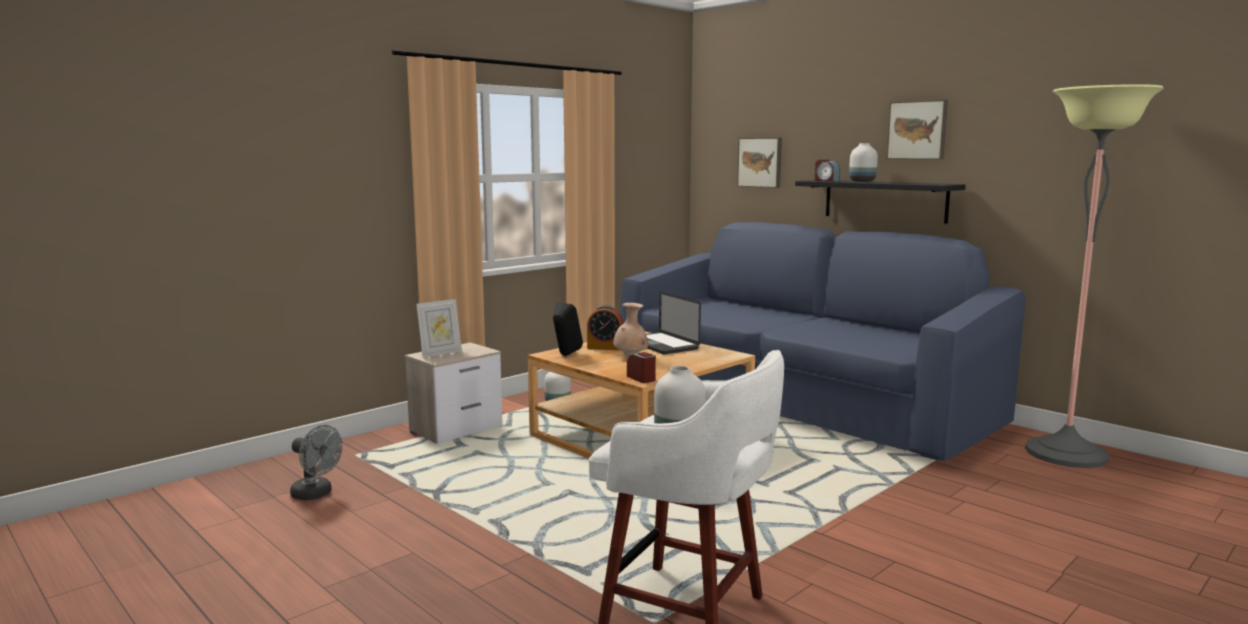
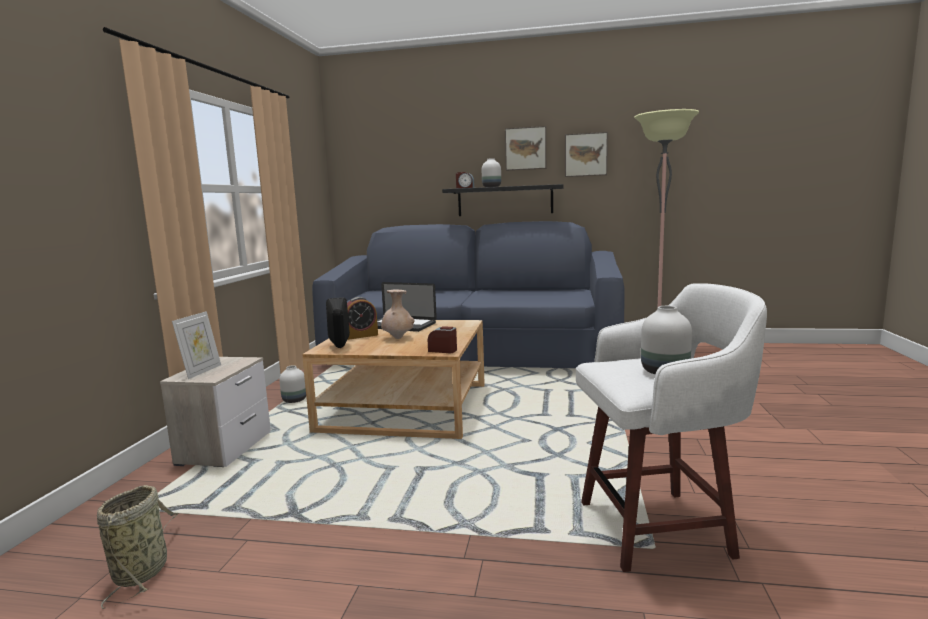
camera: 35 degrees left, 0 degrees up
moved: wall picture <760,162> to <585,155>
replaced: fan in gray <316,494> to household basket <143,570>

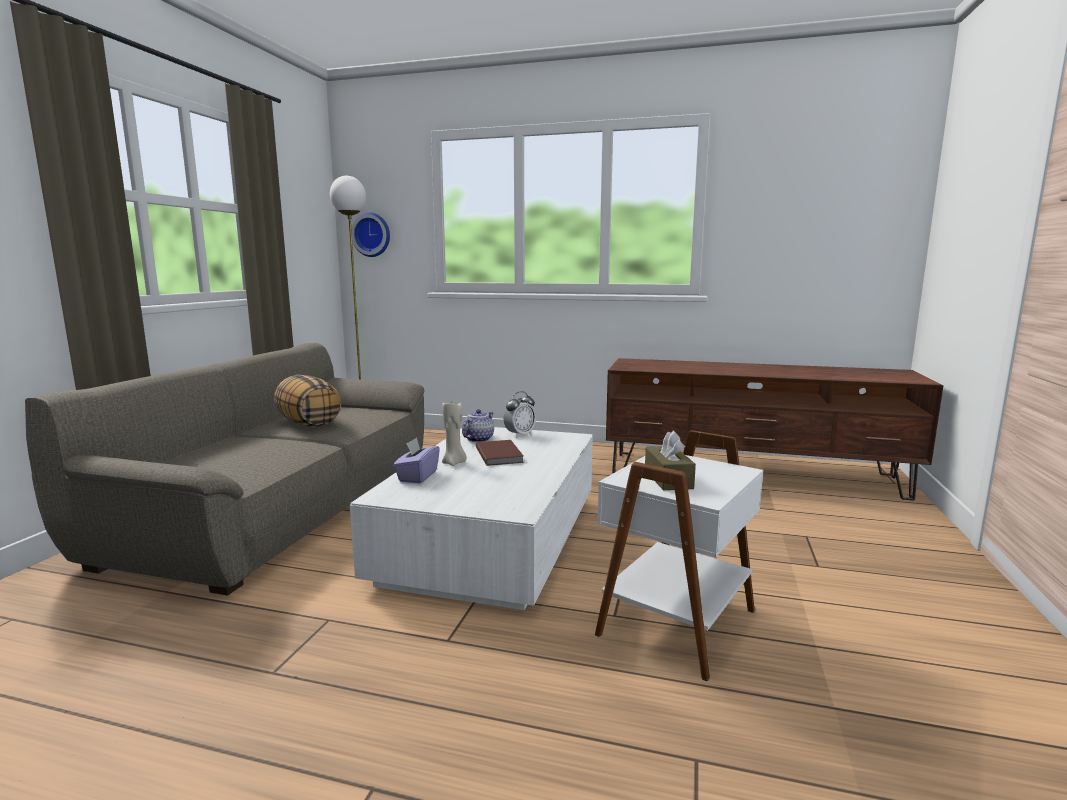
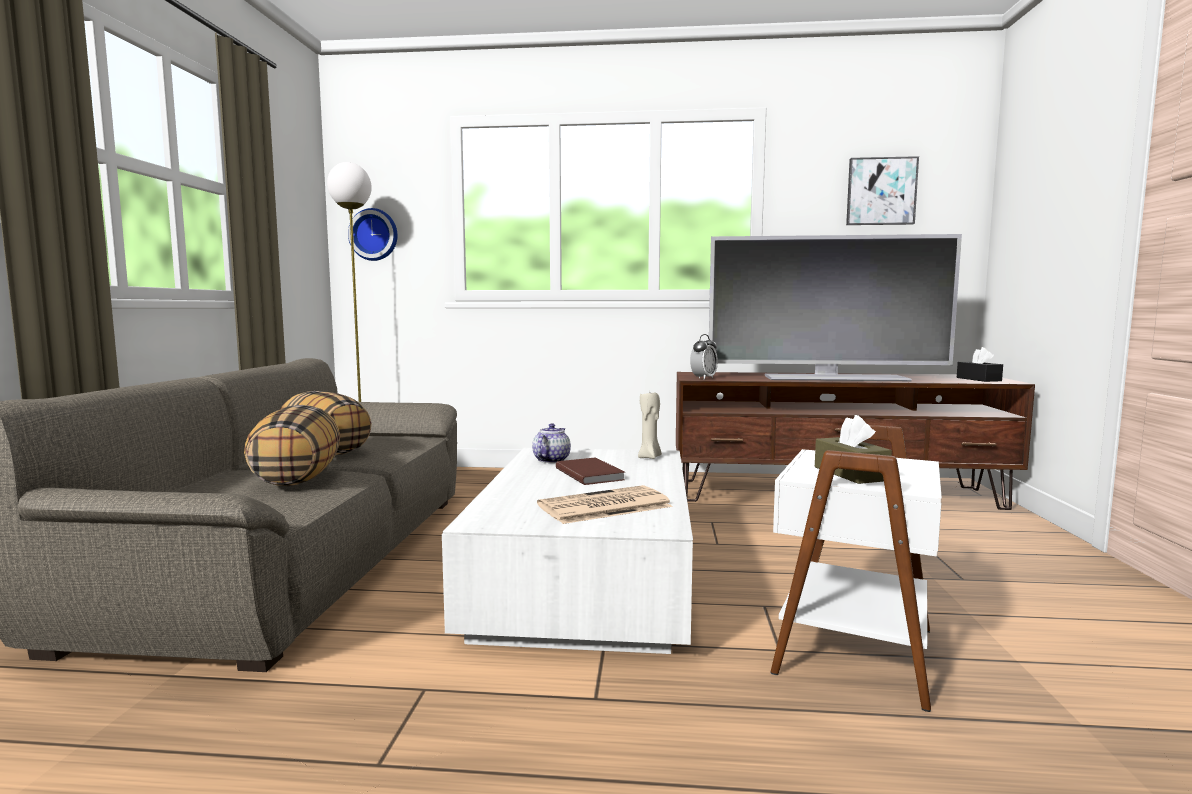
camera: 10 degrees left, 5 degrees down
removed: box of tissues in purple-coloured <417,476>
added: pillow <296,479>; newspaper <603,506>; TV set <833,378>; wall picture <880,192>; box of tissues in black <978,379>
moved: wax candle in beige-coloured <454,463> to <650,457>; alarm clock <520,434> to <703,378>

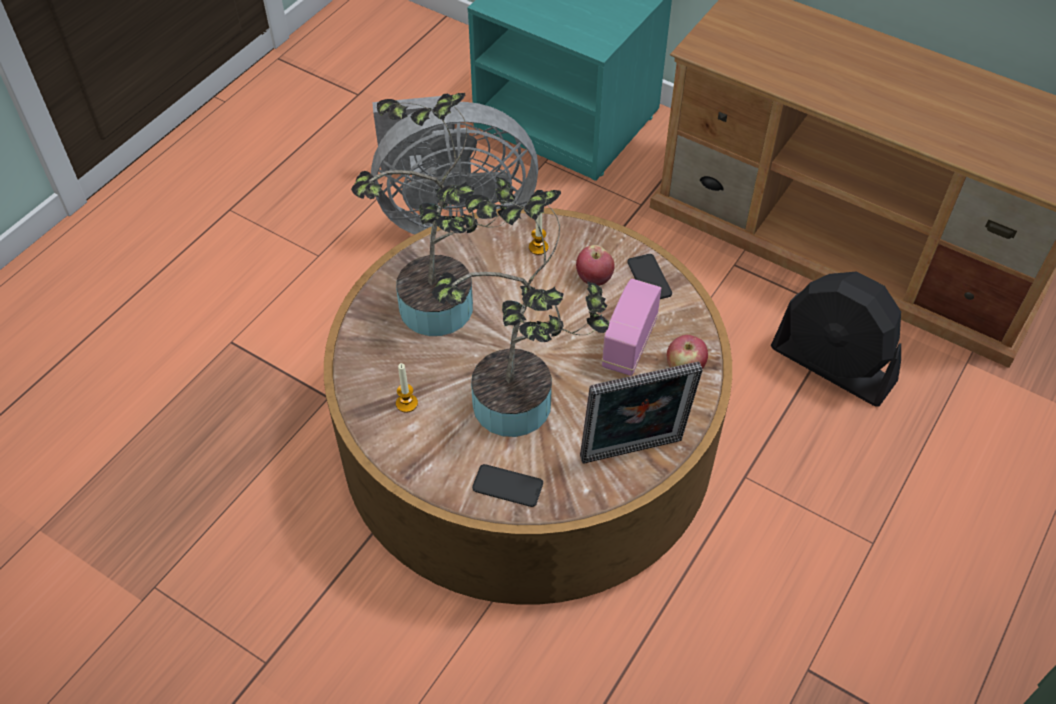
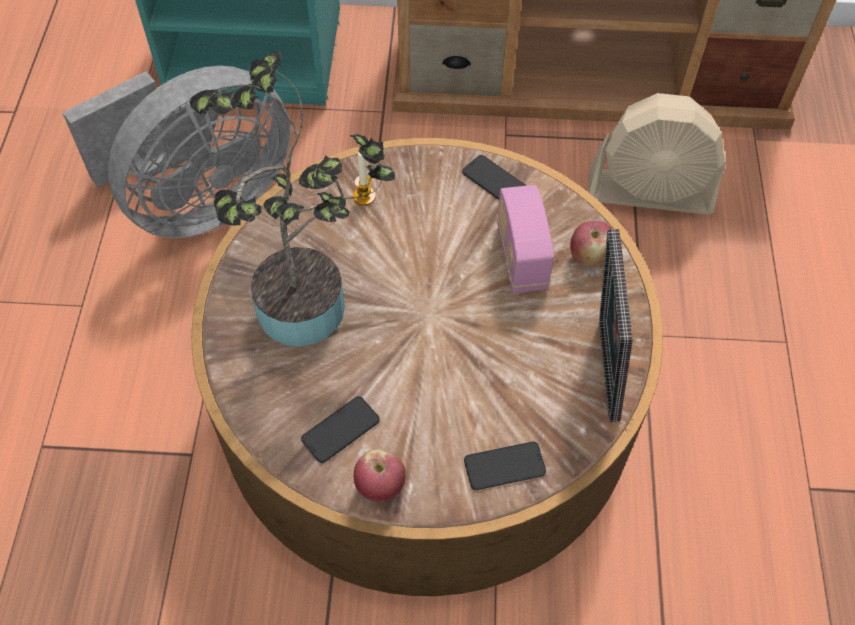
camera: 30 degrees left, 5 degrees up
removed: plant in a pot <522,405>
moved: whole apple <594,279> to <380,487>
replaced: wax candle <406,403> to phone <340,430>
recoloured: fan in black <833,365> to fan in beige-coloured <650,192>
turned: standing frame <633,454> = <601,369> 135 degrees clockwise

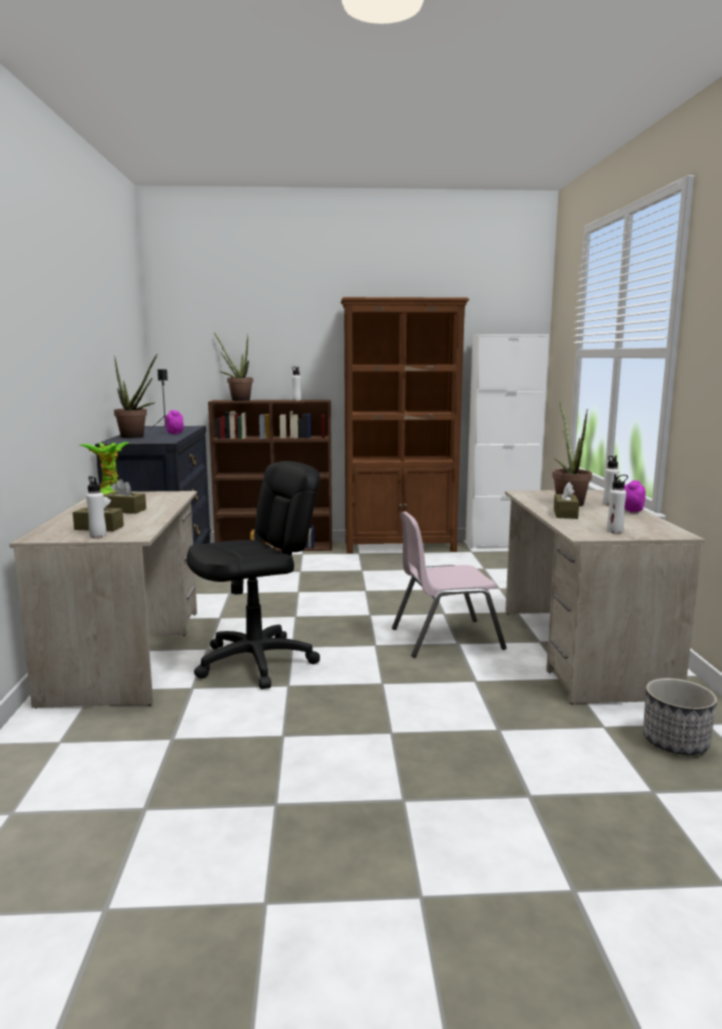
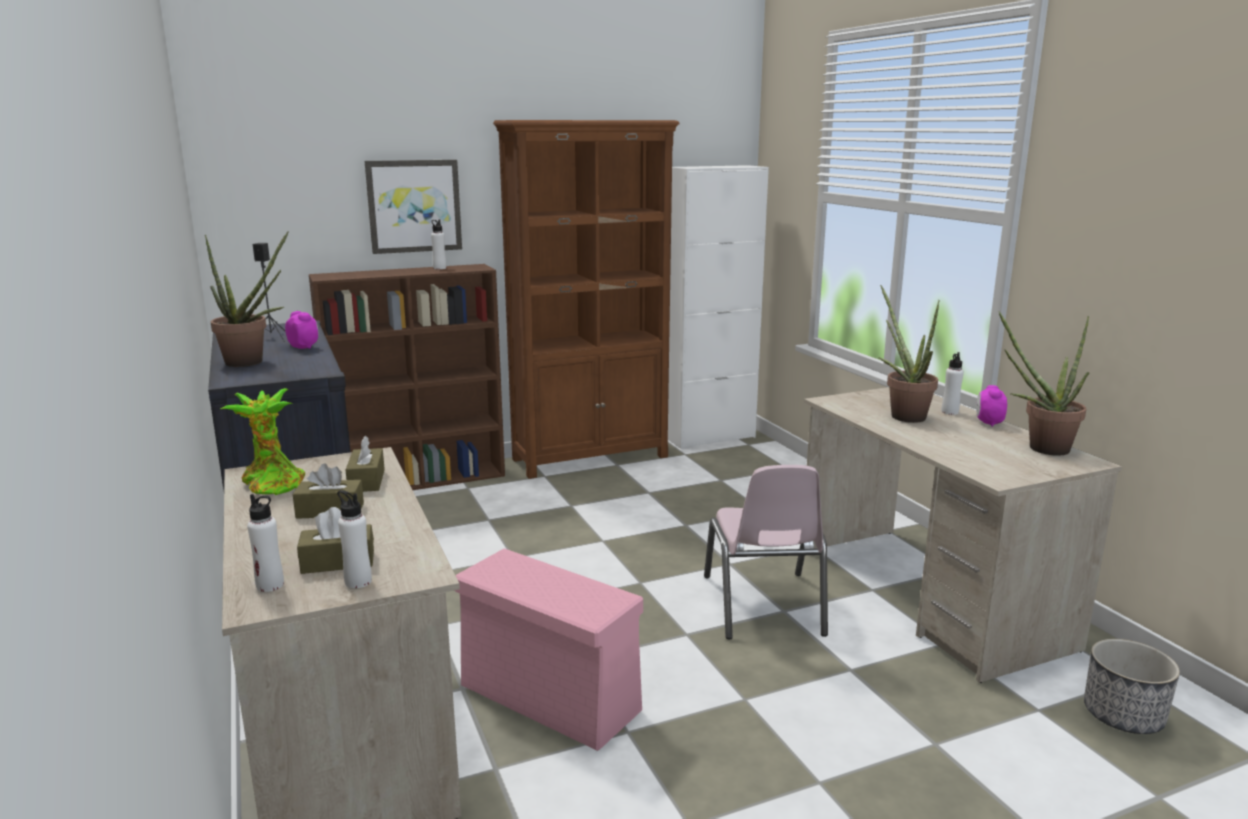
camera: 20 degrees left, 5 degrees up
added: wall picture <414,206>
moved: plant in a pot <237,400> to <1039,448>; box of tissues in brown-coloured <565,514> to <366,481>; beverage bottle in whitish <614,531> to <270,585>
replaced: desk chair in black <256,662> to storage box in pink <552,699>
turned: upright chair in pink <445,638> = <763,605> 60 degrees counterclockwise

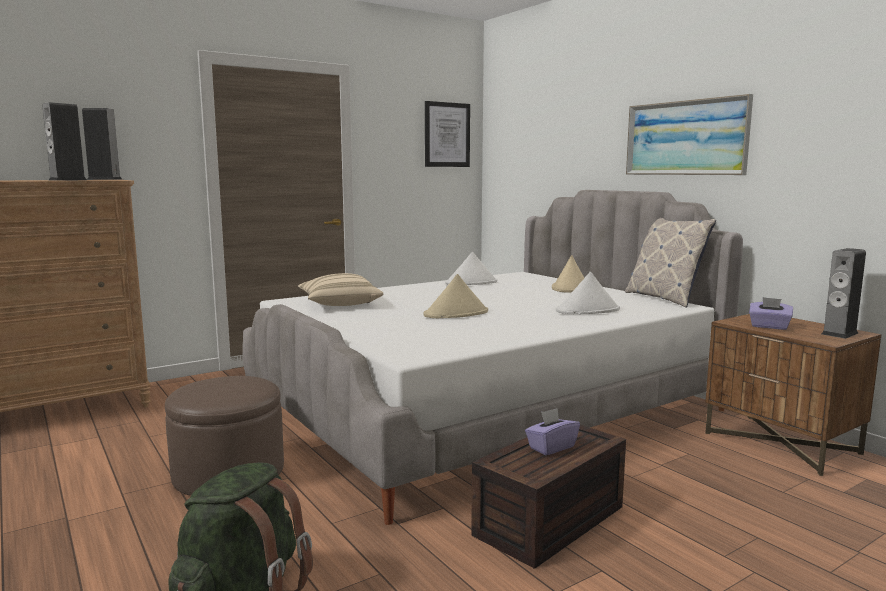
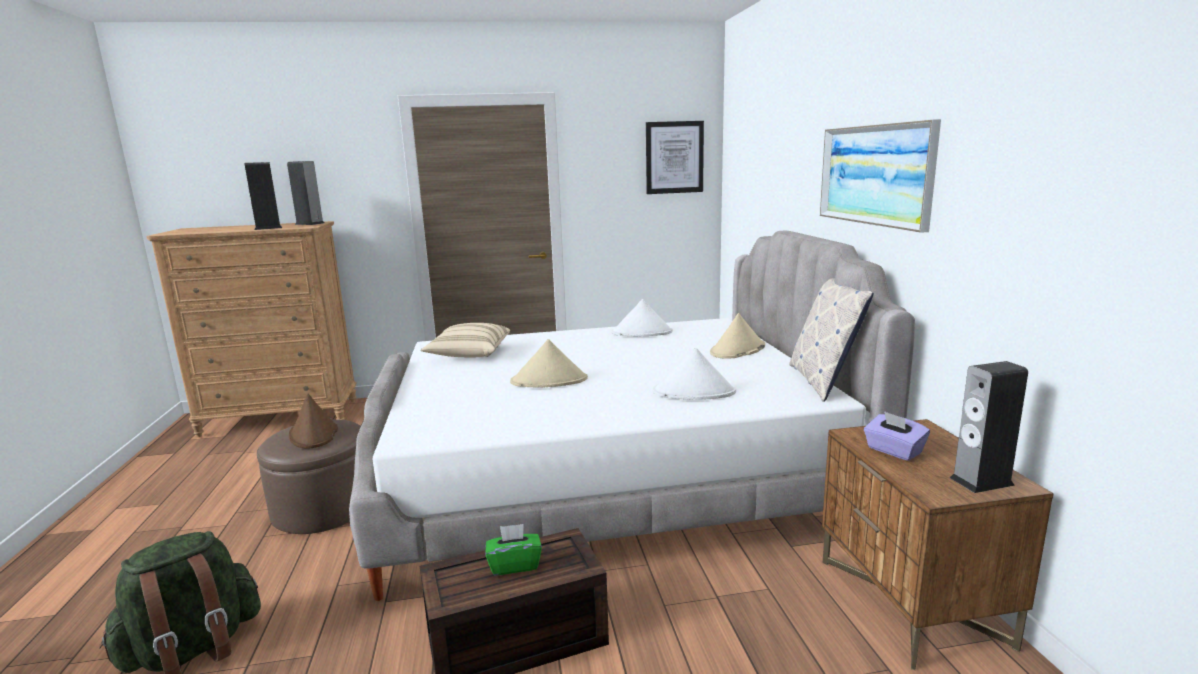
camera: 25 degrees right, 5 degrees up
added: hat in brown-coloured <314,433>
recoloured: box of tissues in purple-coloured <551,447> to box of tissues in green <514,565>

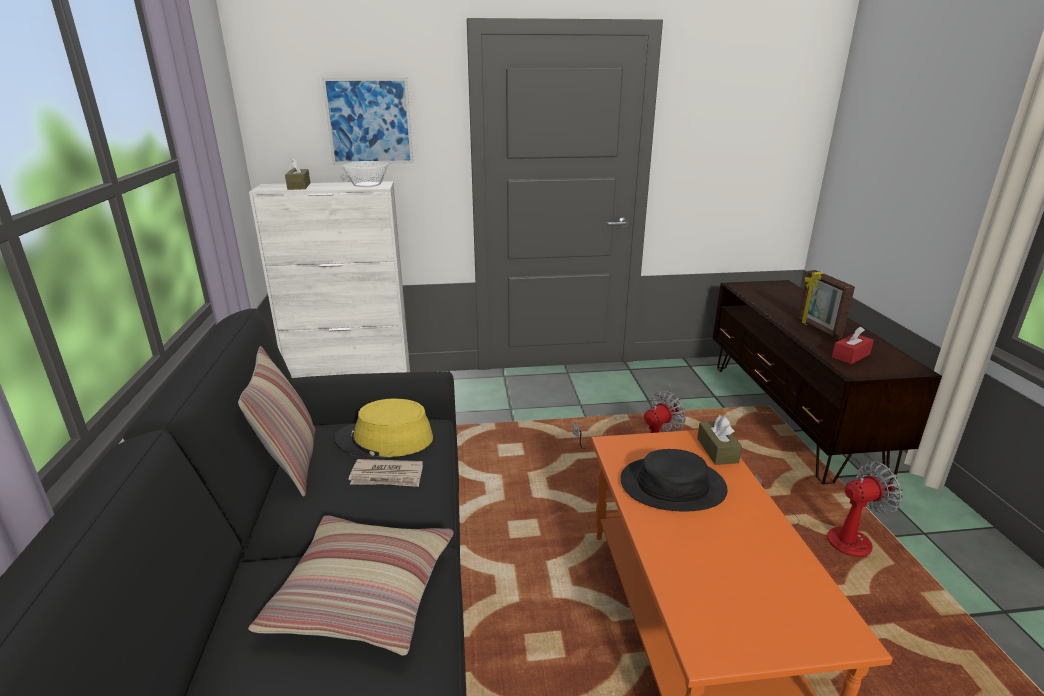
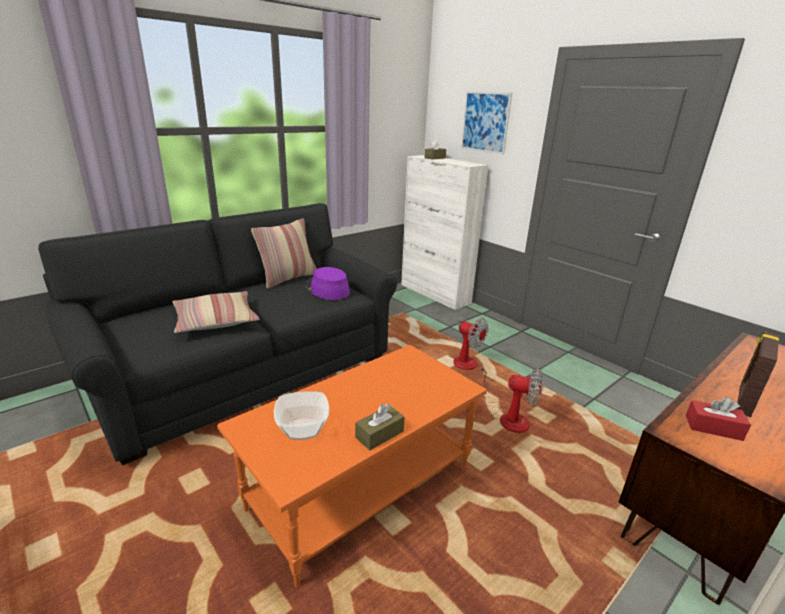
camera: 55 degrees right, 0 degrees up
removed: newspaper <387,476>; hat in black <672,485>
moved: bowl <366,185> to <302,429>; box of tissues in brown-coloured <717,450> to <379,434>; fan <831,536> to <464,359>
recoloured: hat in yellow <384,440> to hat in purple-coloured <327,289>

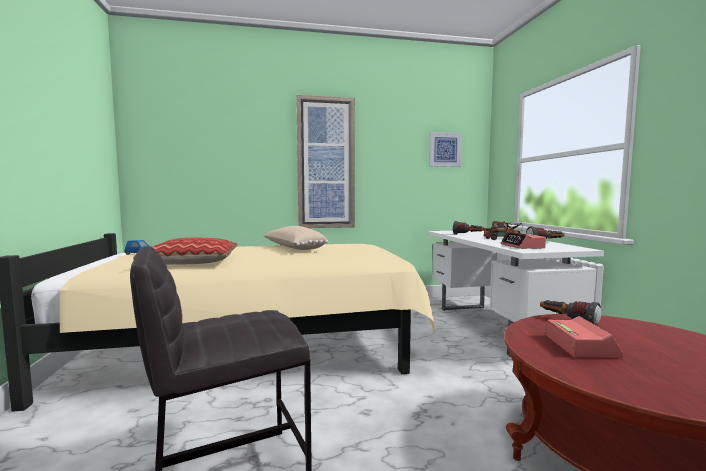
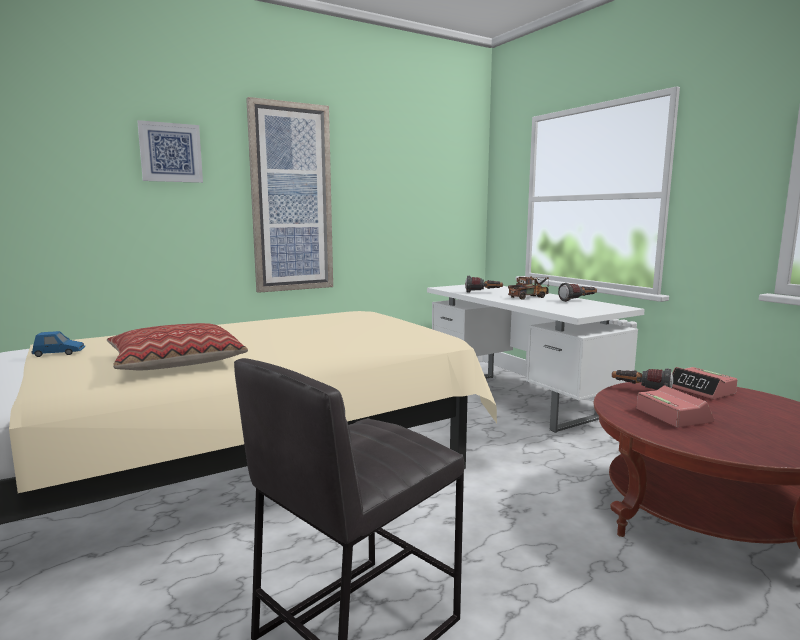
camera: 20 degrees left, 5 degrees up
removed: pillow in beige-coloured <294,248>
moved: wall picture <444,149> to <170,152>; alarm clock <522,246> to <701,390>

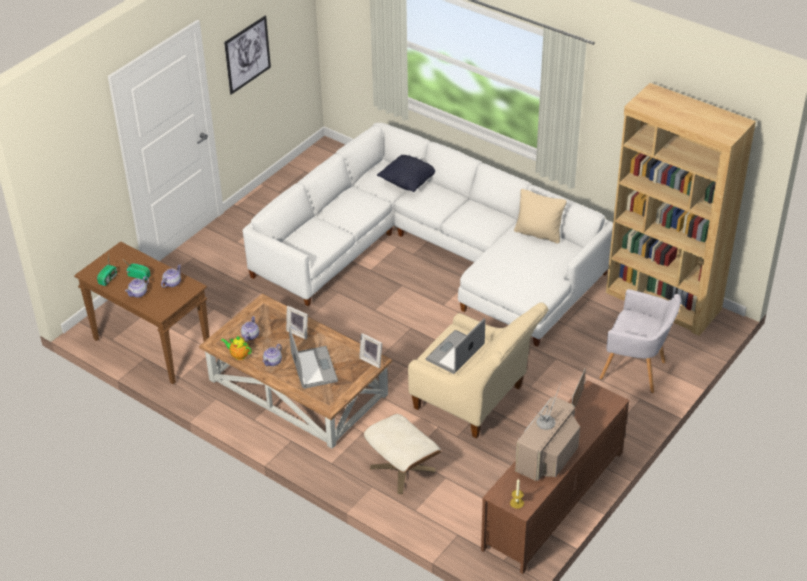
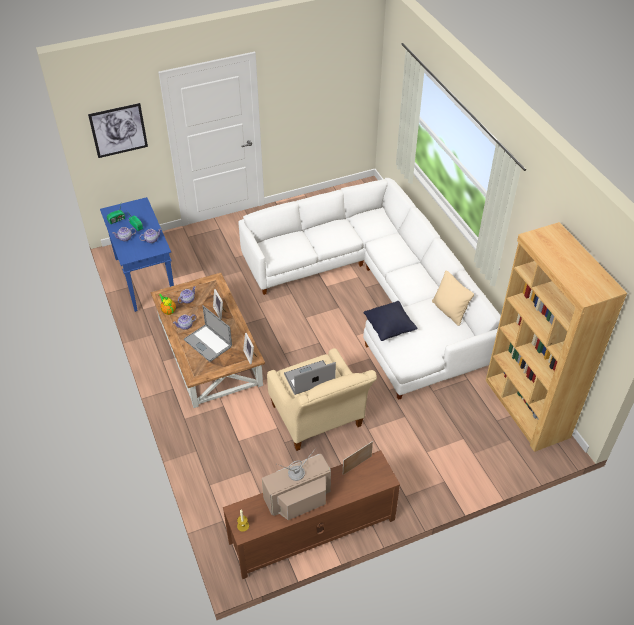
camera: 30 degrees right, 5 degrees up
removed: footrest in beige-coloured <402,469>; armchair in gray <636,371>
moved: wall picture <247,54> to <118,130>; pillow in black <408,182> to <389,328>
recoloured: narrow table in brown-coloured <151,346> to narrow table in blue <144,278>
turned: portable computer <314,367> = <208,343> 120 degrees clockwise

